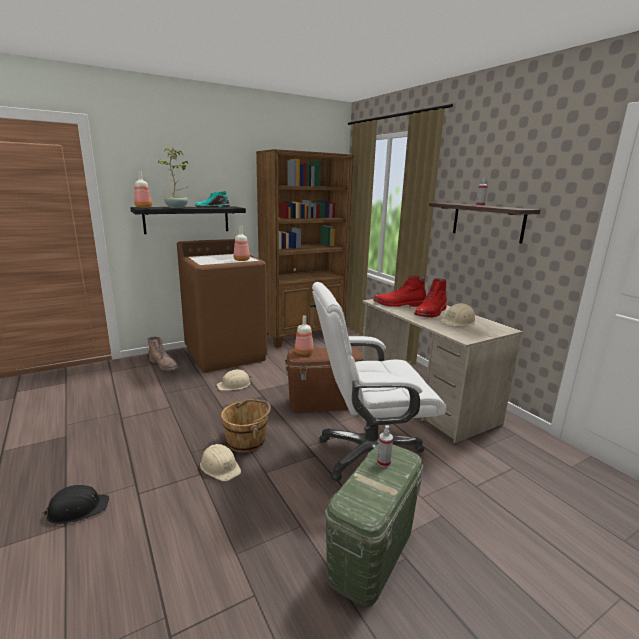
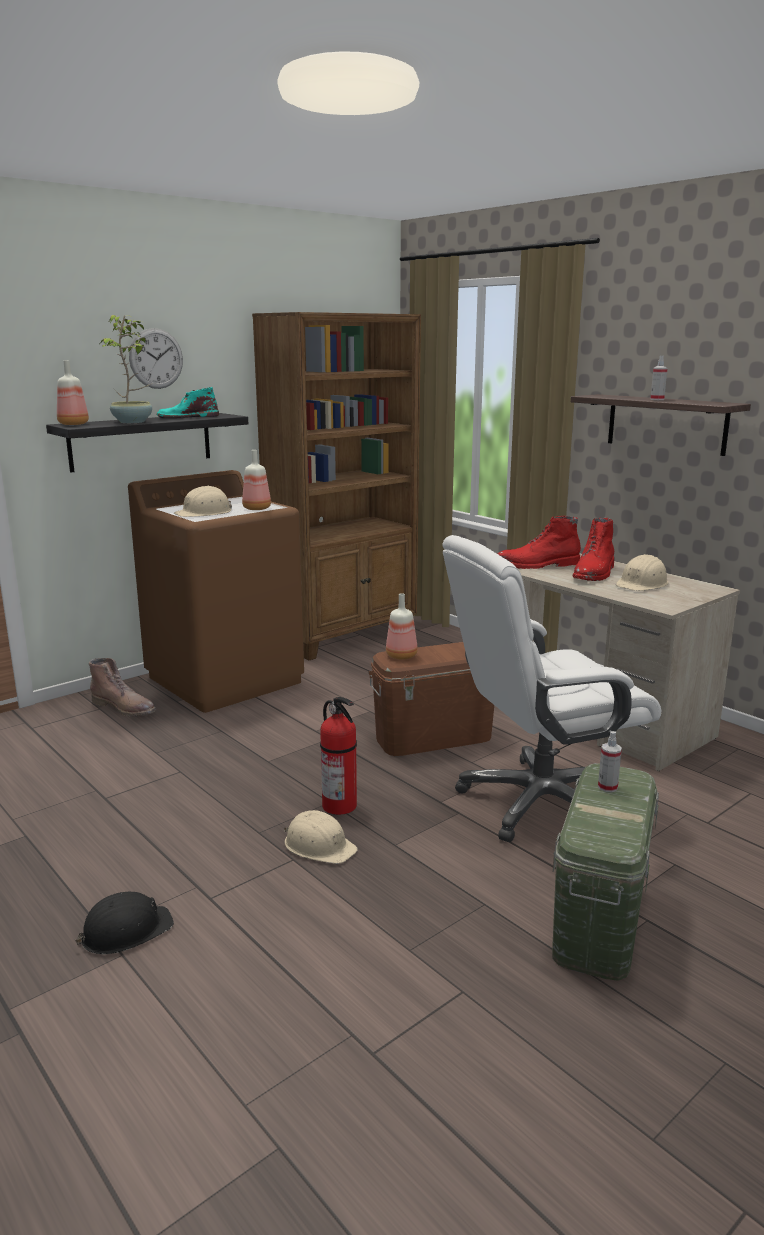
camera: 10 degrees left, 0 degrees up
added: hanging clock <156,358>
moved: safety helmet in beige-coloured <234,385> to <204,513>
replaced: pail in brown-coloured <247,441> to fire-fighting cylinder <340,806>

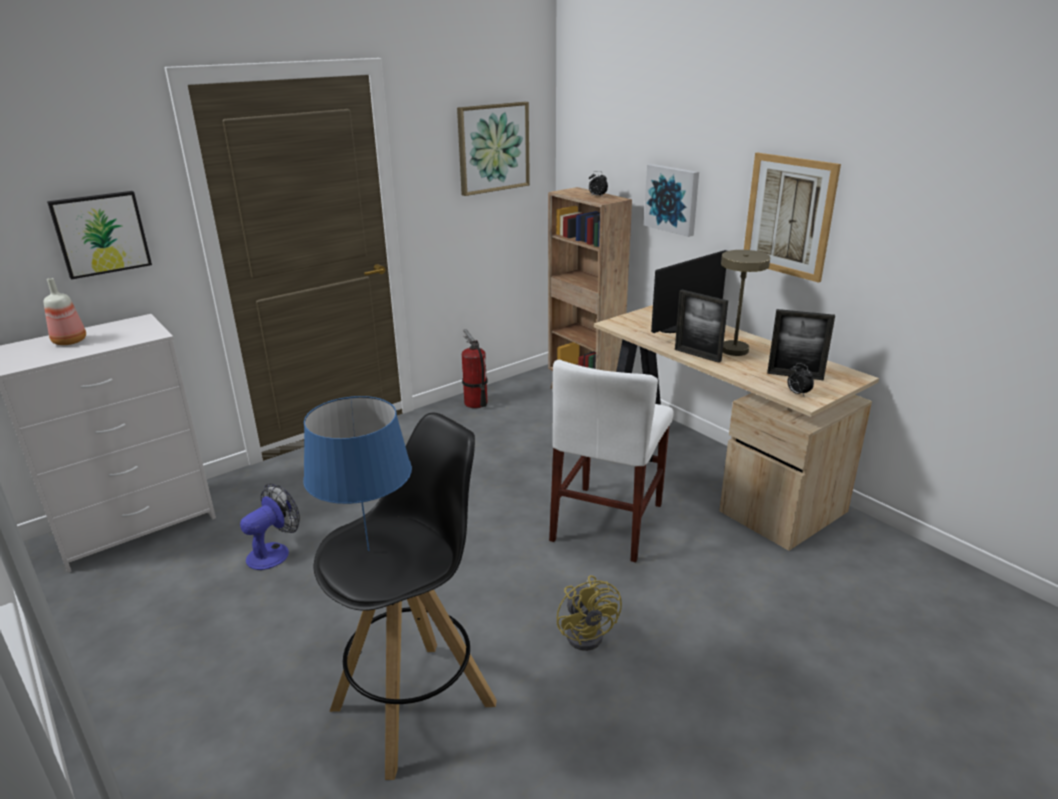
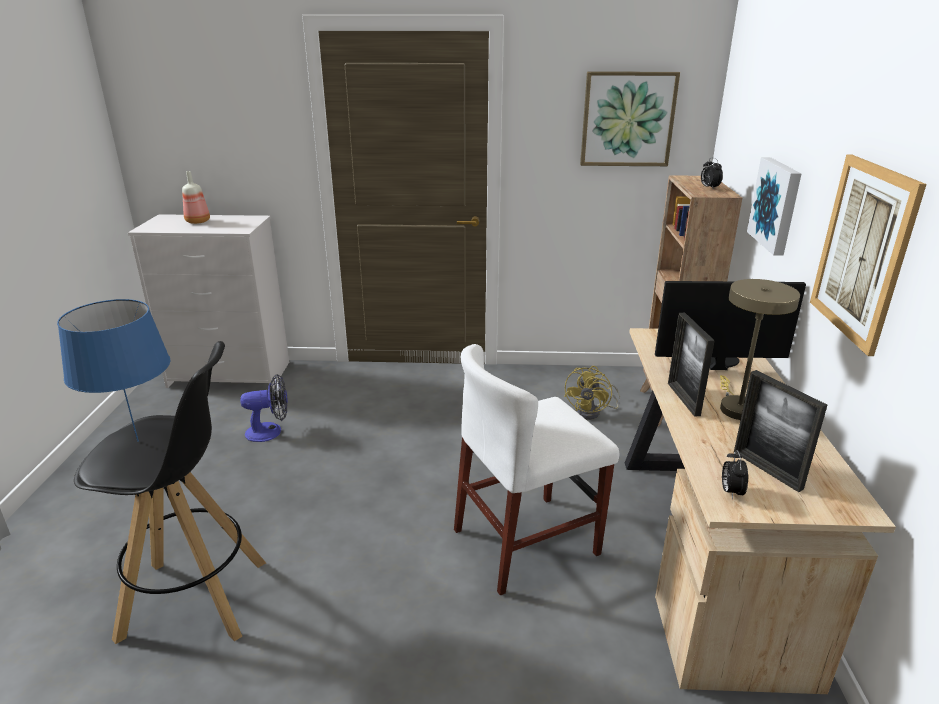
camera: 40 degrees right, 0 degrees up
removed: wall picture <101,233>; fire-fighting cylinder <475,403>
moved: fan in yellow <588,632> to <592,412>

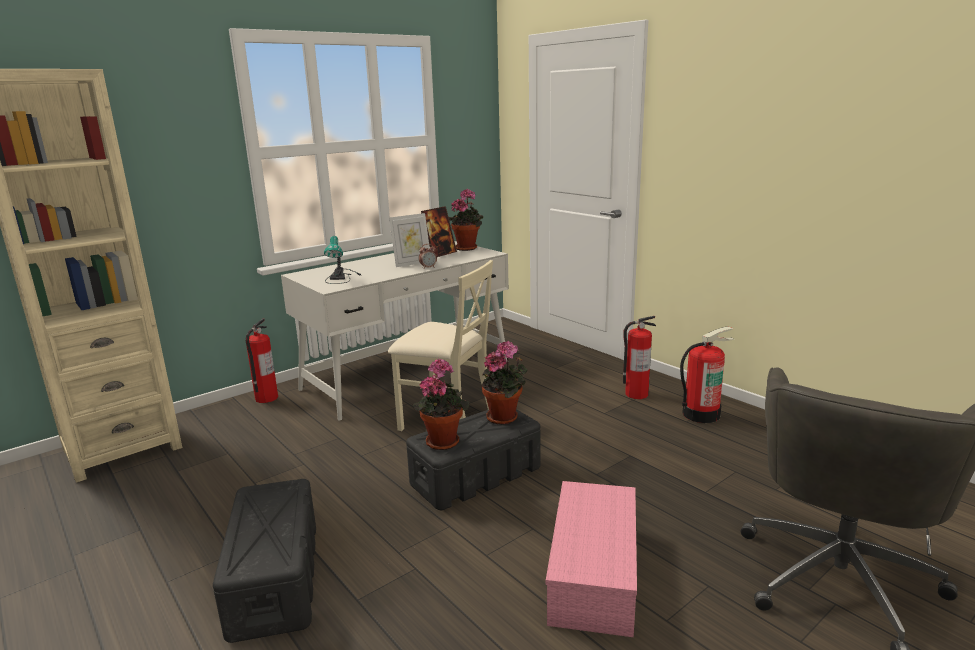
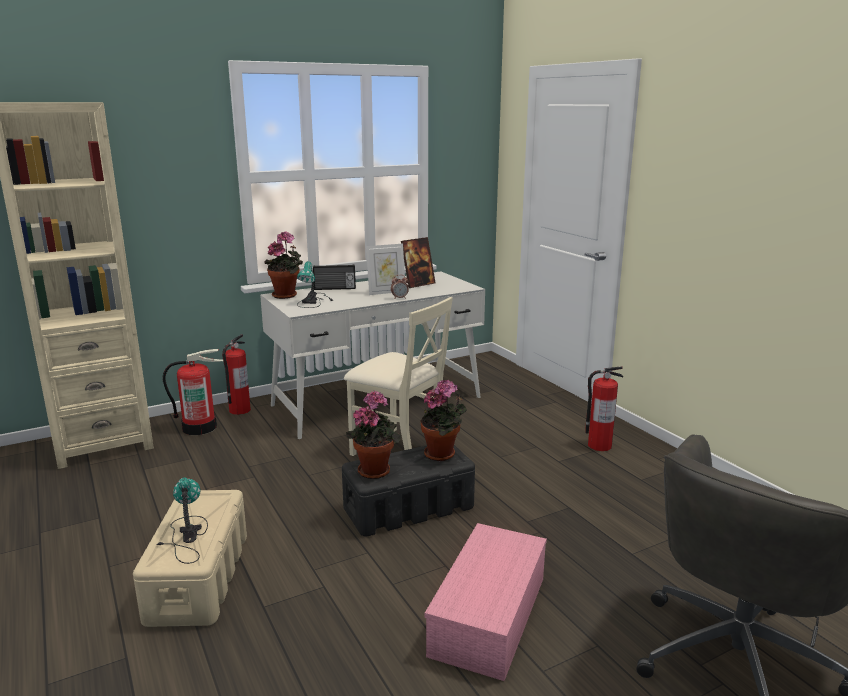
camera: 10 degrees right, 0 degrees up
added: tabletop lamp <186,537>; radio set <334,288>
moved: plant in a pot <467,248> to <287,295>; fire-fighting cylinder <701,414> to <200,427>
recoloured: storage box in black <275,578> to storage box in beige-coloured <199,577>

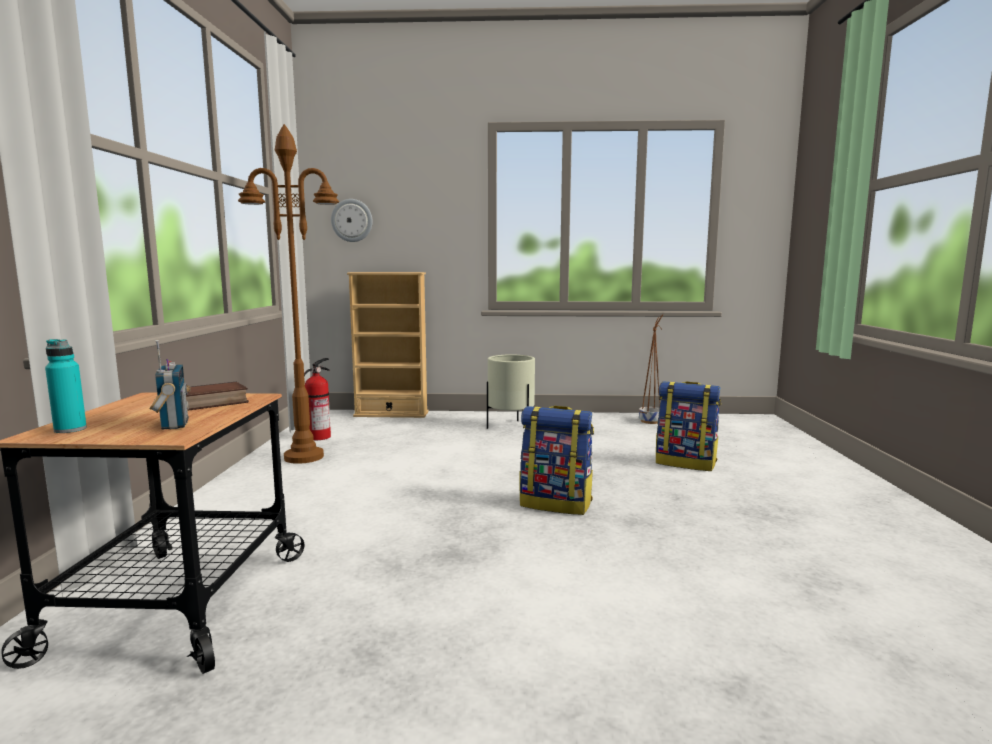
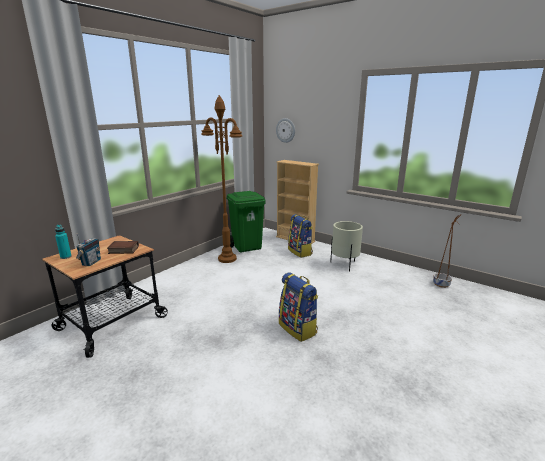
camera: 35 degrees right, 10 degrees up
moved: rucksack <686,463> to <300,252>
replaced: fire-fighting cylinder <319,437> to trash can in green <247,247>

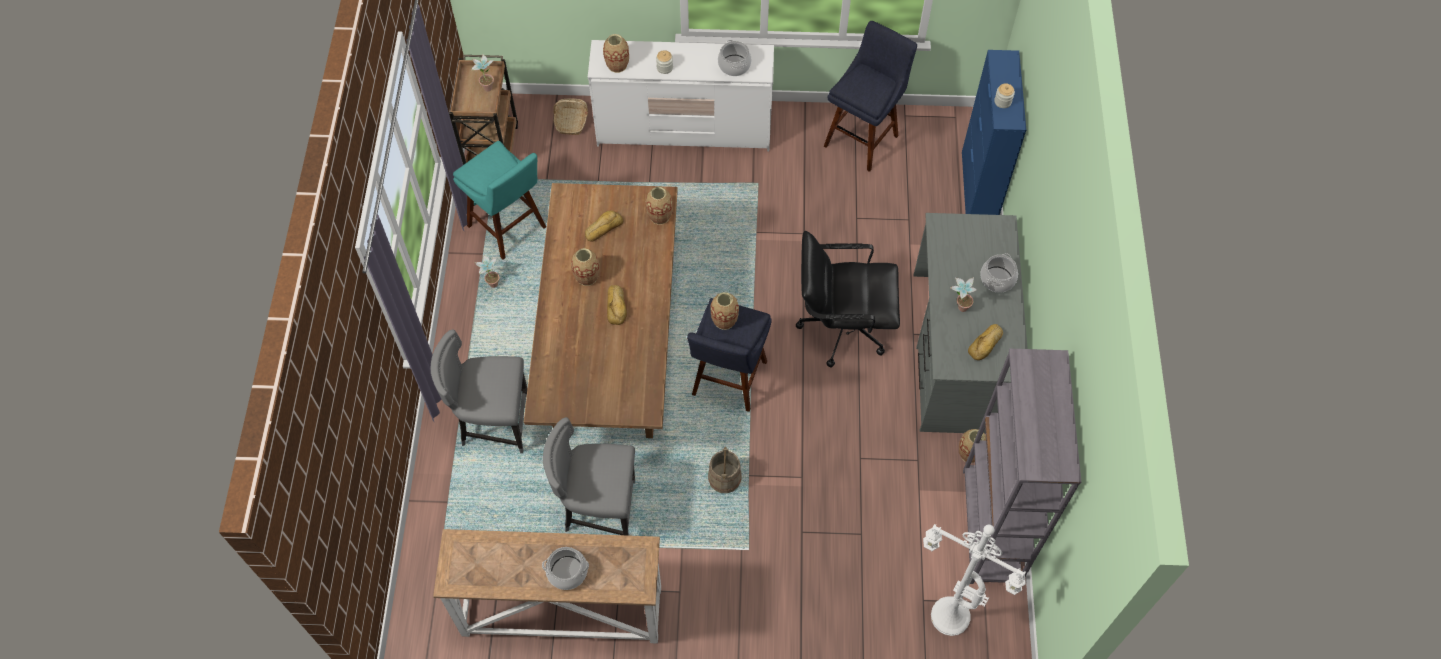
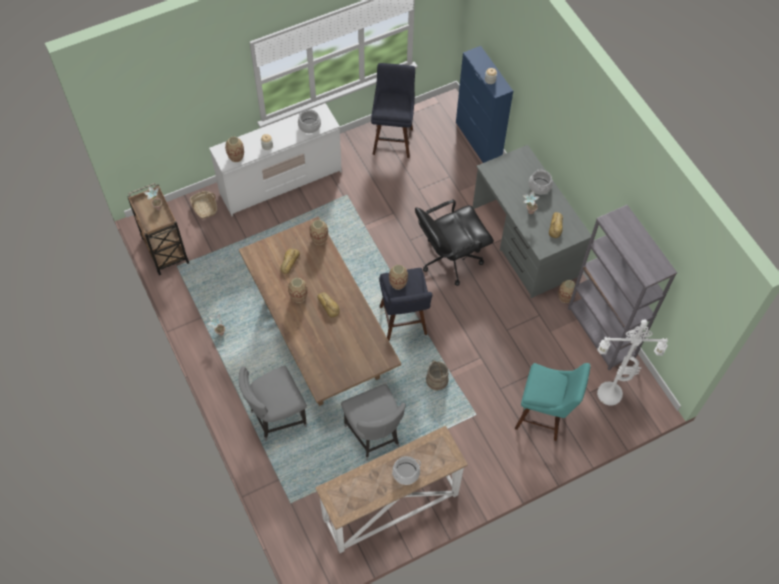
camera: 30 degrees left, 0 degrees up
moved: sitting stool in turquoise-coloured <510,229> to <544,417>
turned: upright chair in gray <598,508> = <374,436> 90 degrees counterclockwise

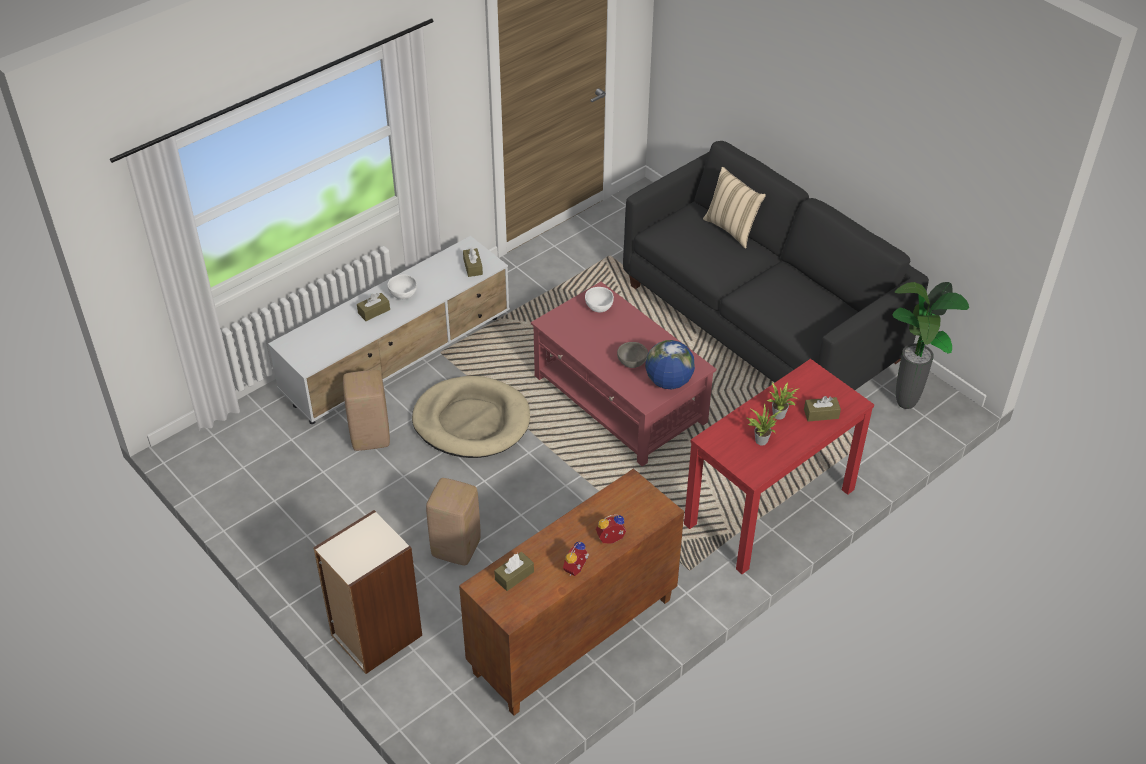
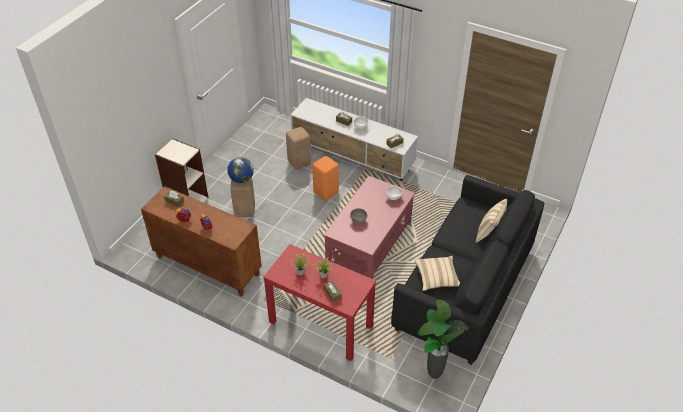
camera: 70 degrees right, 0 degrees up
added: pillow in beige-coloured <437,278>
moved: world globe <668,382> to <241,179>
replaced: pet bed in beige-coloured <471,421> to sitting stool in orangey <326,192>

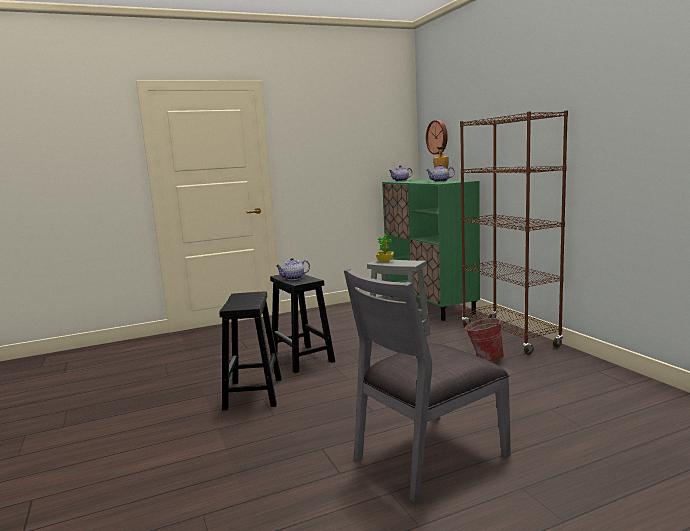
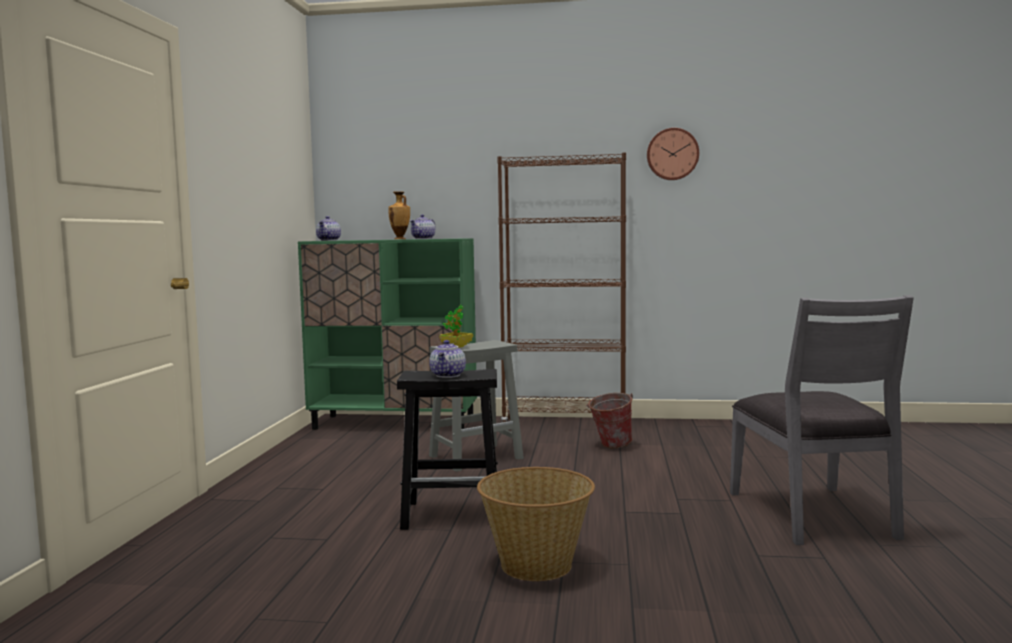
camera: 60 degrees left, 5 degrees down
moved: hanging clock <438,137> to <672,154>
replaced: sitting stool in black <253,394> to household basket <536,564>

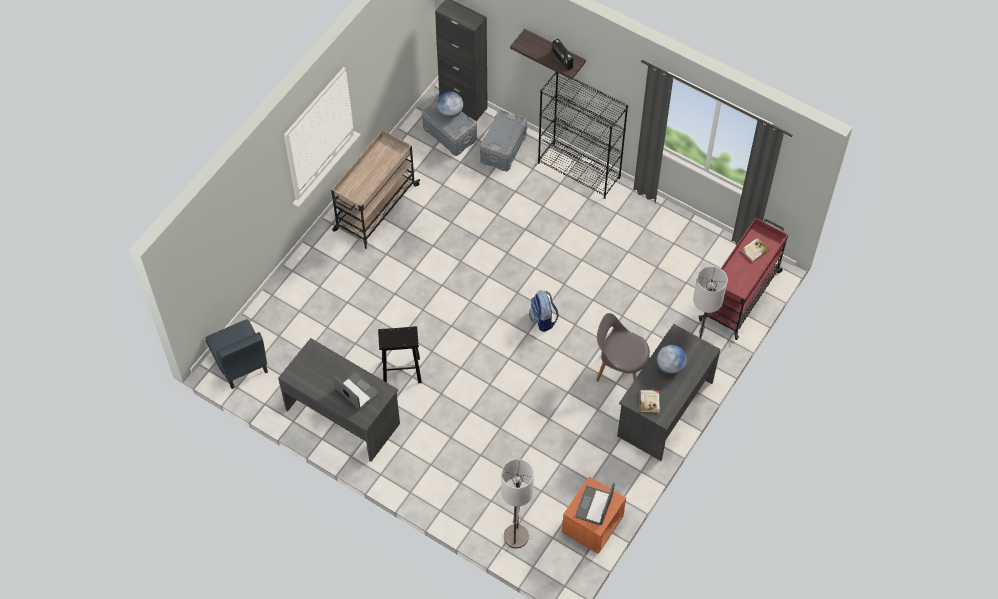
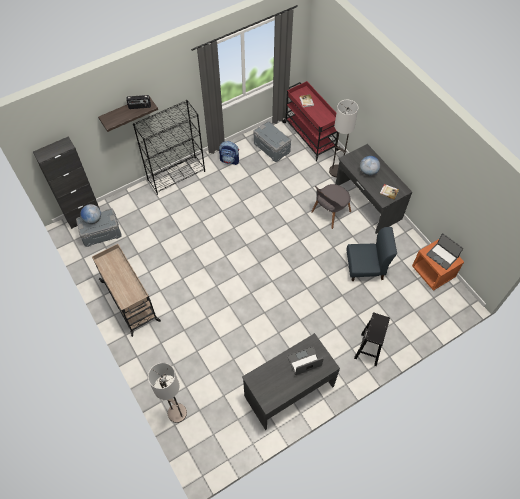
camera: 65 degrees left, 0 degrees up
moved: upright chair in blue <240,363> to <365,268>; sitting stool in black <402,371> to <368,348>; storage box in gray <503,149> to <272,147>; floor lamp <516,536> to <177,413>; rucksack <543,319> to <230,160>

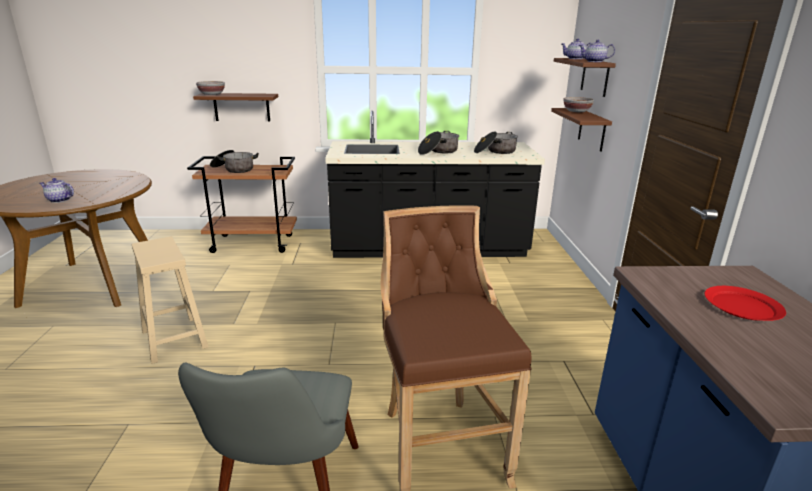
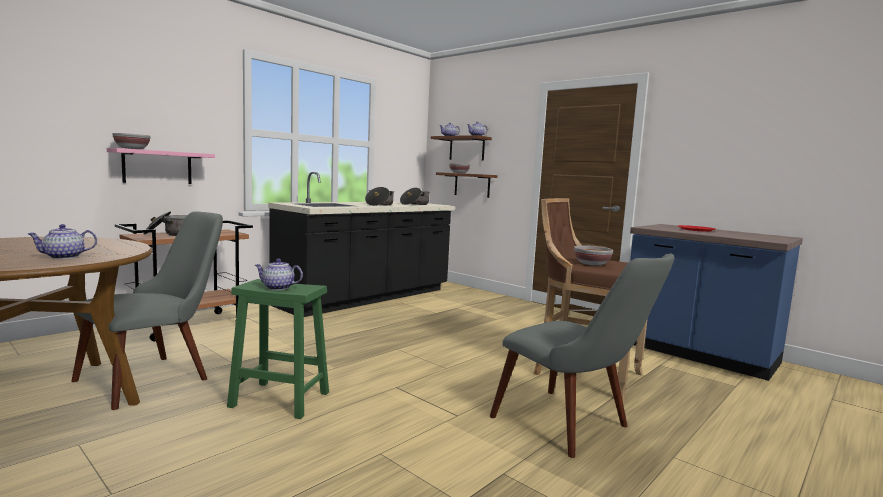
camera: 45 degrees left, 15 degrees down
added: upright chair in gray <157,375>; pot for tea <277,288>; bowl <592,264>
recoloured: sitting stool in beige-coloured <174,338> to sitting stool in green <278,399>; shelf in brown-coloured <241,107> to shelf in pink <157,167>

